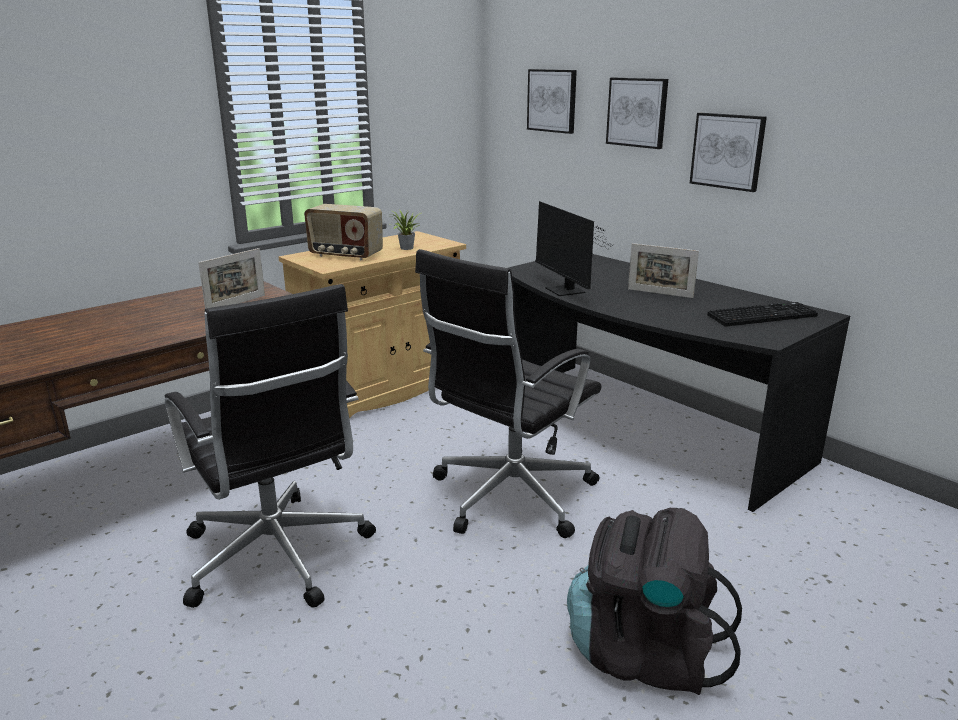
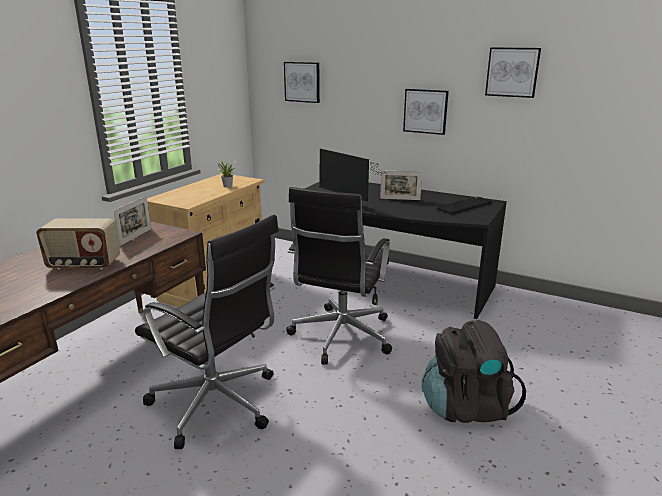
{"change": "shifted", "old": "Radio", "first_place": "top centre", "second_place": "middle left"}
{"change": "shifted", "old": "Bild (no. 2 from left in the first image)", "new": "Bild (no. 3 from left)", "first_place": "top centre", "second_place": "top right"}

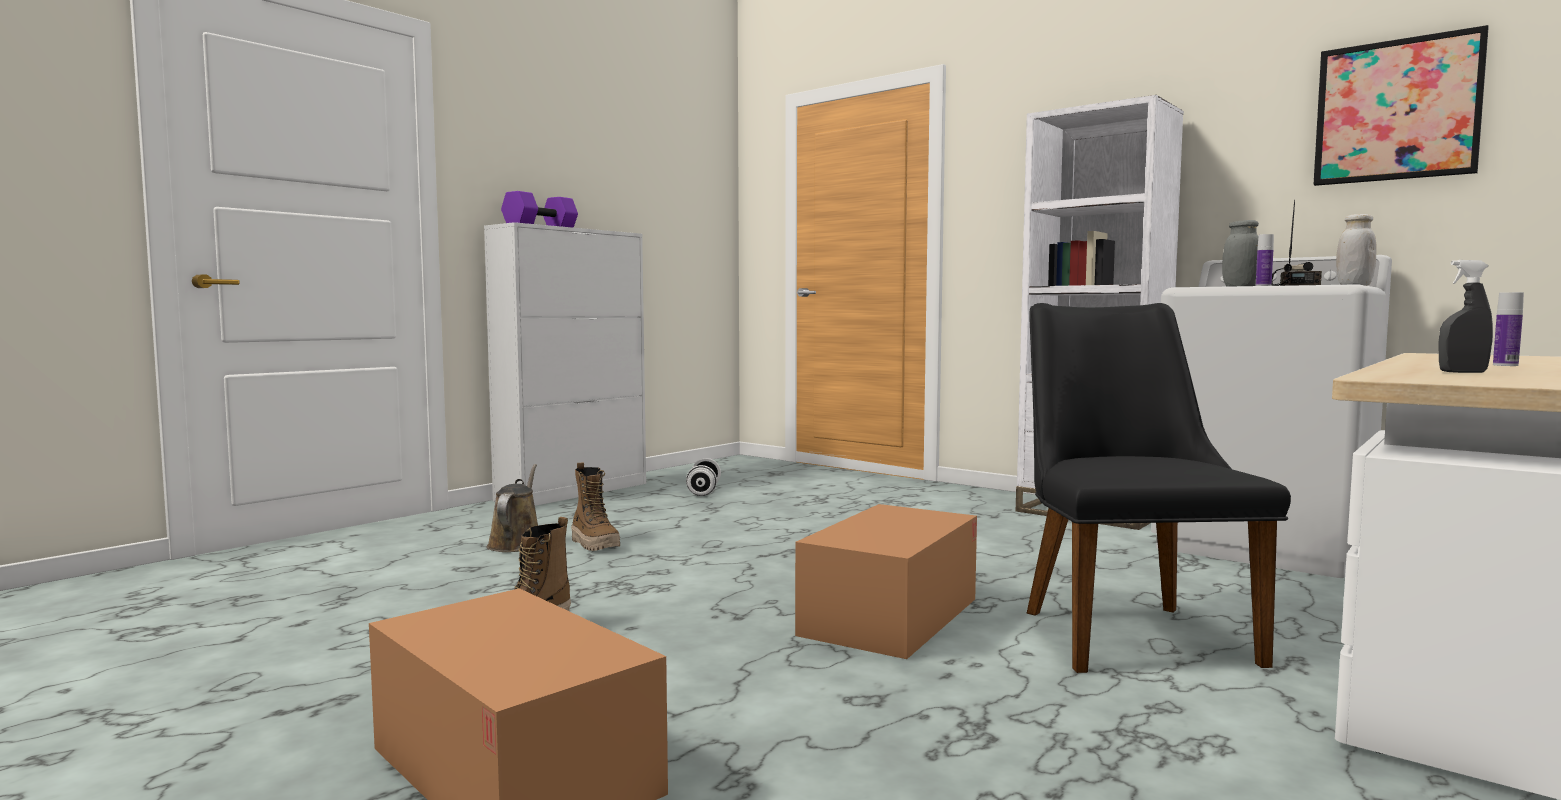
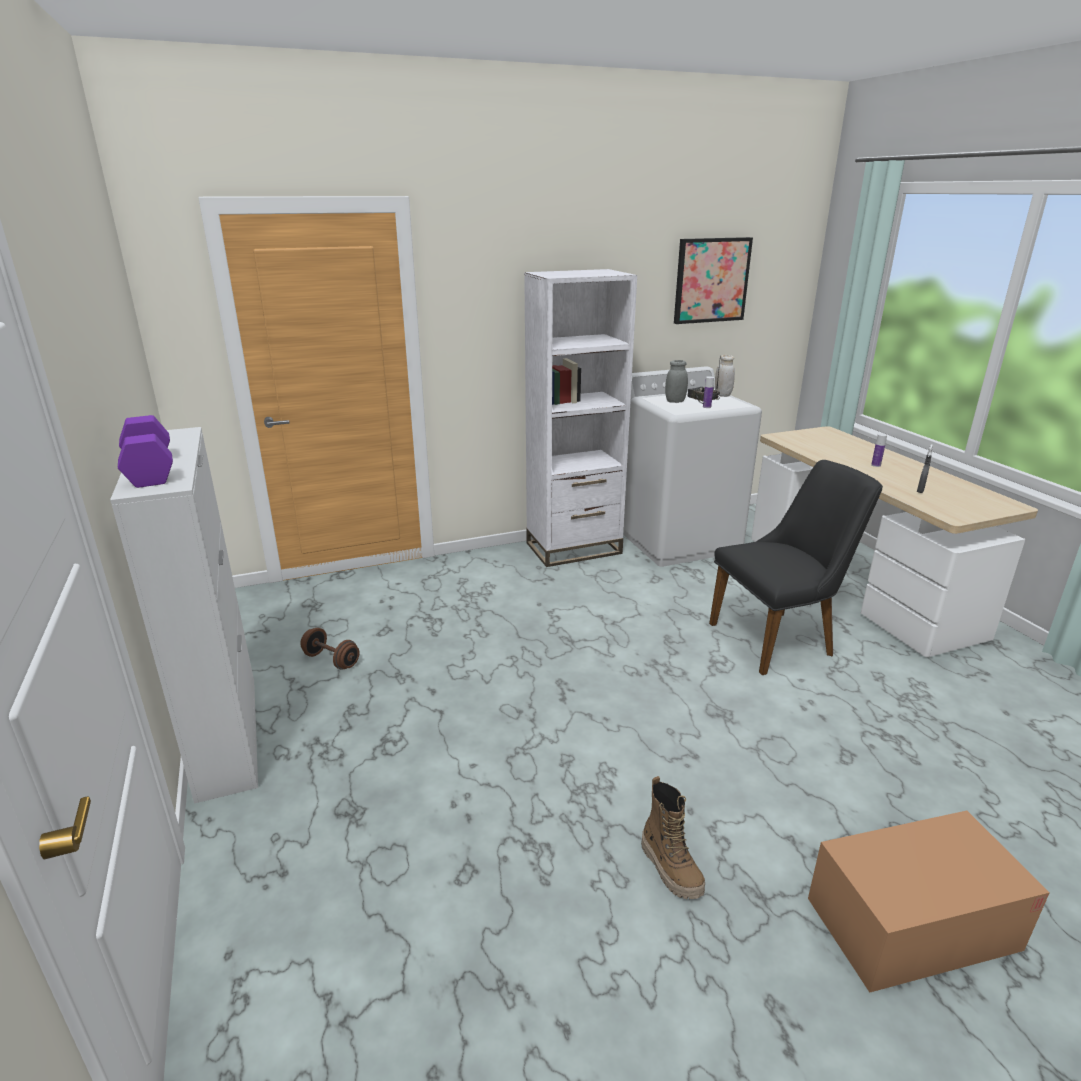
{"change": "repainted", "old": "Hantel/weiß", "new": "Hantel/braun", "first_place": "centre", "second_place": "middle left"}
{"change": "rotated", "old": "Stuhl/schwarz", "first_place": "middle right", "second_place": "middle right", "degrees": 135}
{"change": "gone", "old": "Gießkanne/braun", "first_place": "middle left"}
{"change": "gone", "old": "Stiefel (no. 2 from left)", "first_place": "centre"}
{"change": "gone", "old": "Karton (no. 2 from left)", "first_place": "bottom centre"}

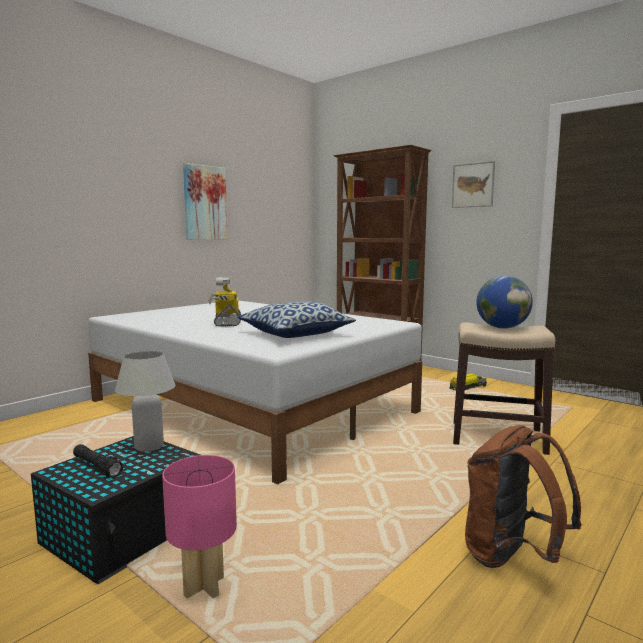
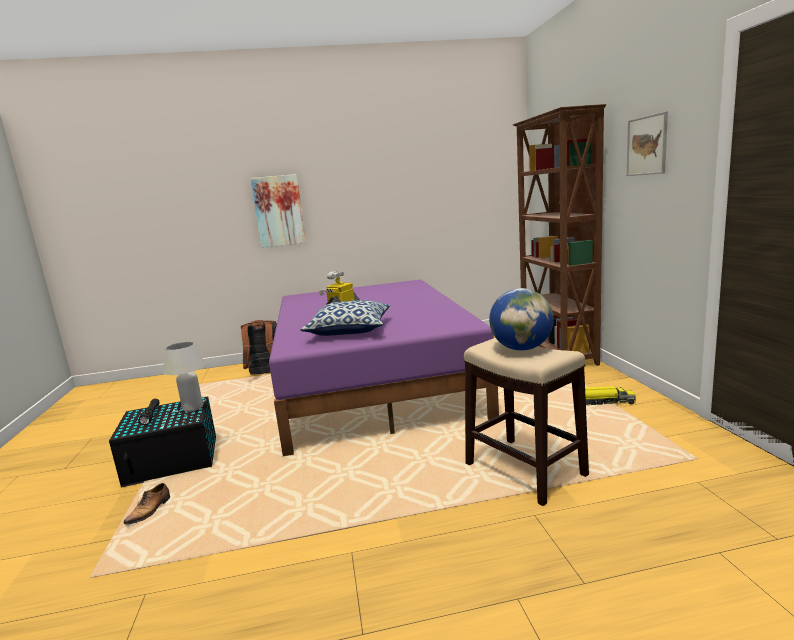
{"change": "swapped", "old": "Tischlampe/rosa", "new": "Schuh", "first_place": "bottom left", "second_place": "bottom left"}
{"change": "shifted", "old": "Rucksack/braun", "first_place": "bottom right", "second_place": "middle left"}
{"change": "shifted", "old": "Bild (no. 1 from left)", "first_place": "top left", "second_place": "top centre"}
{"change": "repainted", "old": "Bett/weiß", "new": "Bett/lila", "first_place": "centre", "second_place": "centre"}

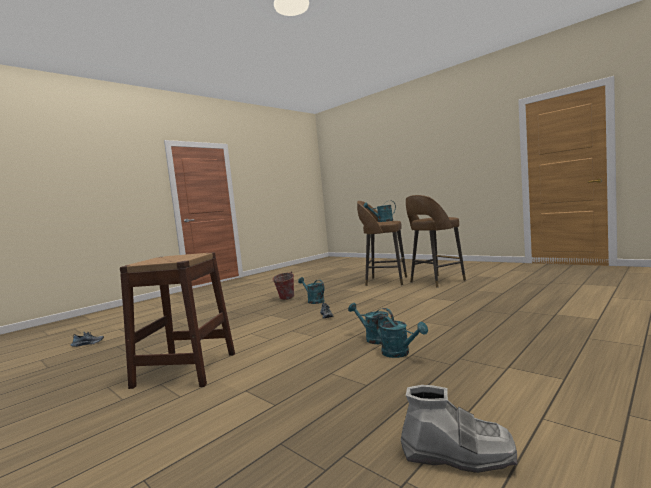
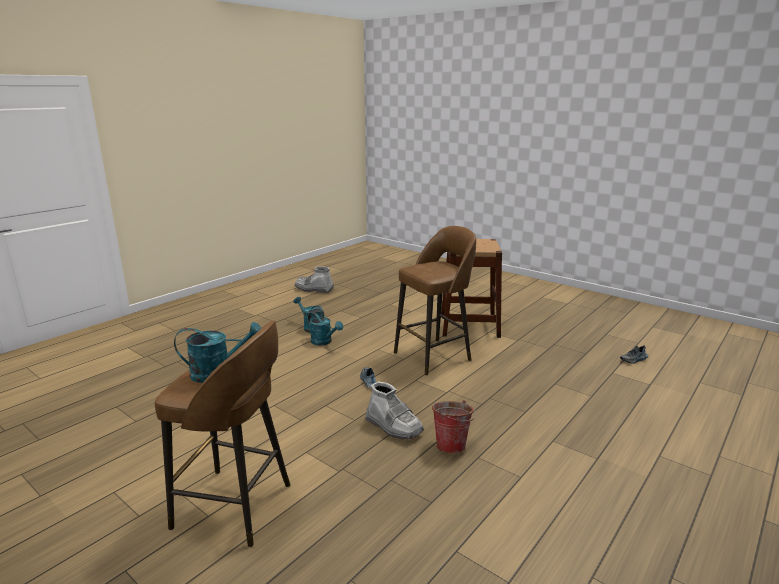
{"change": "swapped", "old": "Gießkanne/türkis (no. 1 from left)", "new": "Stiefel/grau (no. 2 from left)", "first_place": "centre", "second_place": "bottom centre"}
{"change": "shifted", "old": "Hocker/braun (no. 3 from left in the first image)", "new": "Hocker/braun (no. 2 from left)", "first_place": "middle right", "second_place": "centre"}

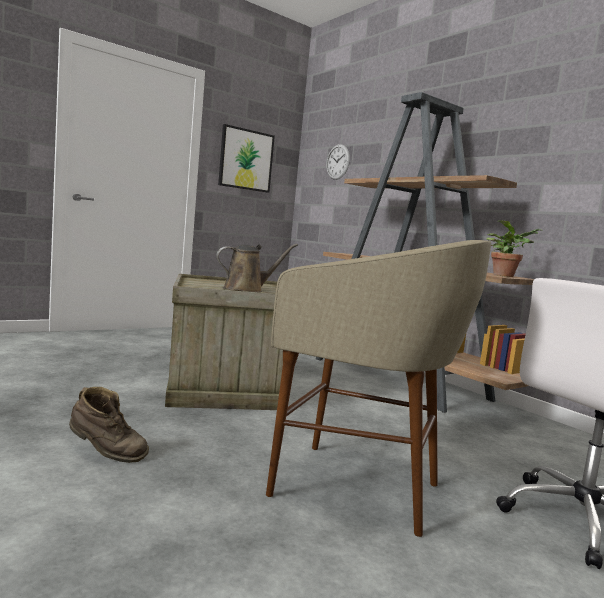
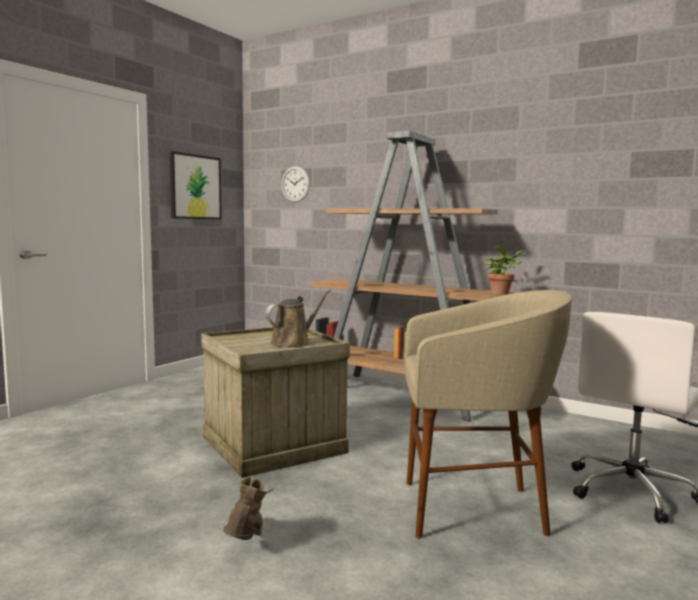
{"change": "rotated", "old": "Stiefel/braun", "first_place": "bottom left", "second_place": "bottom centre", "degrees": -75}

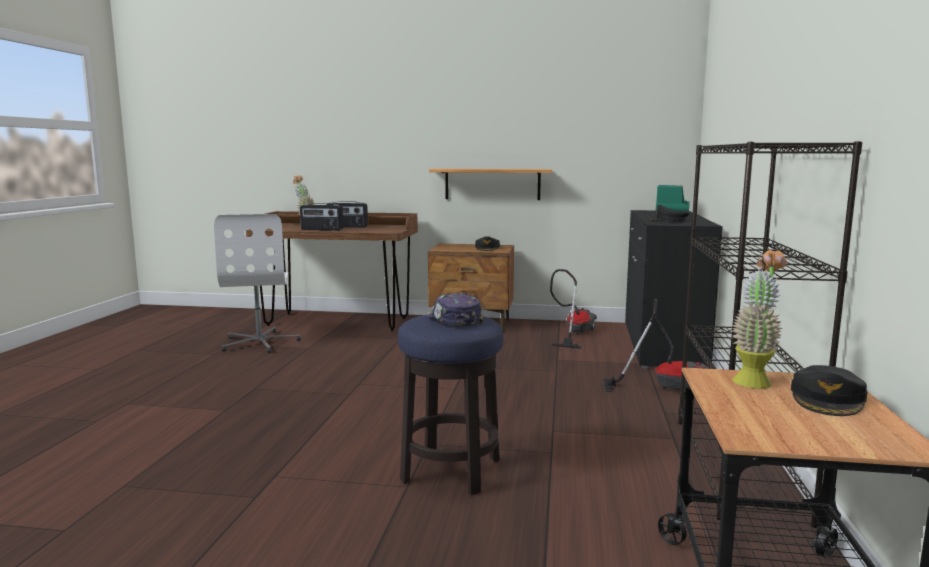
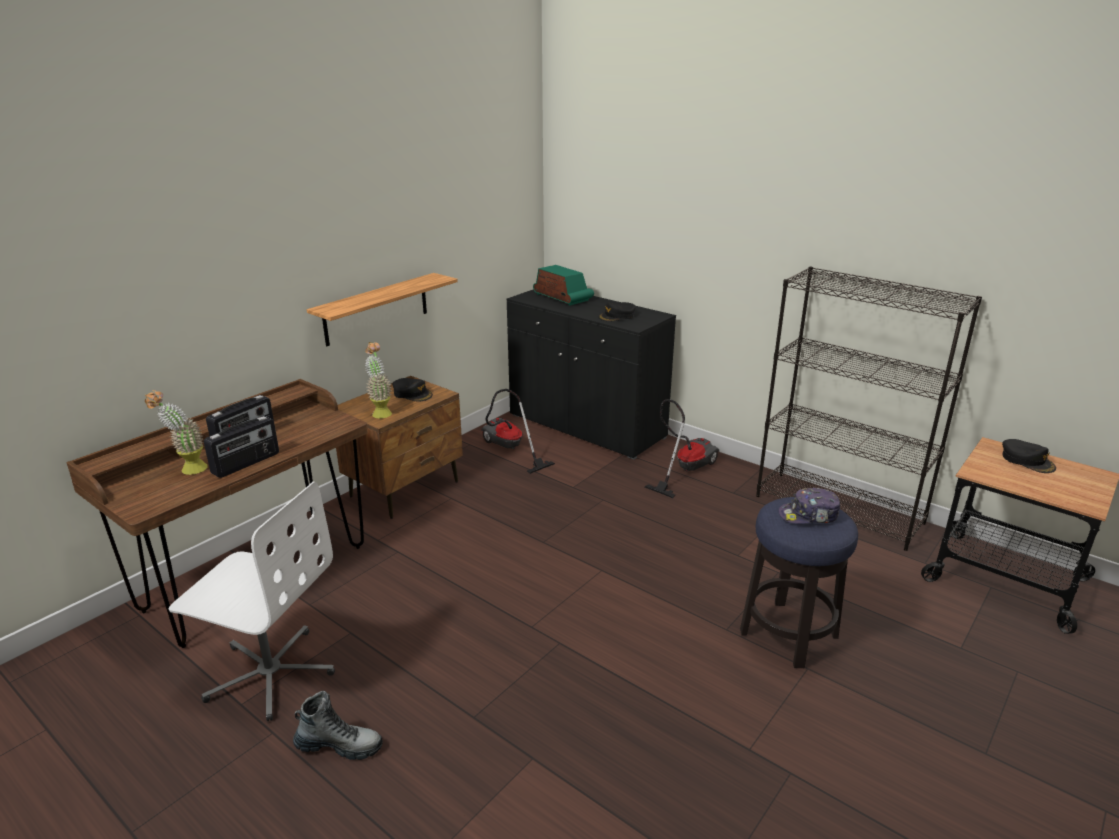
{"change": "new", "new": "Stiefel", "second_place": "bottom left"}
{"change": "shifted", "old": "Topfpflanze (no. 2 from left)", "first_place": "middle right", "second_place": "centre"}

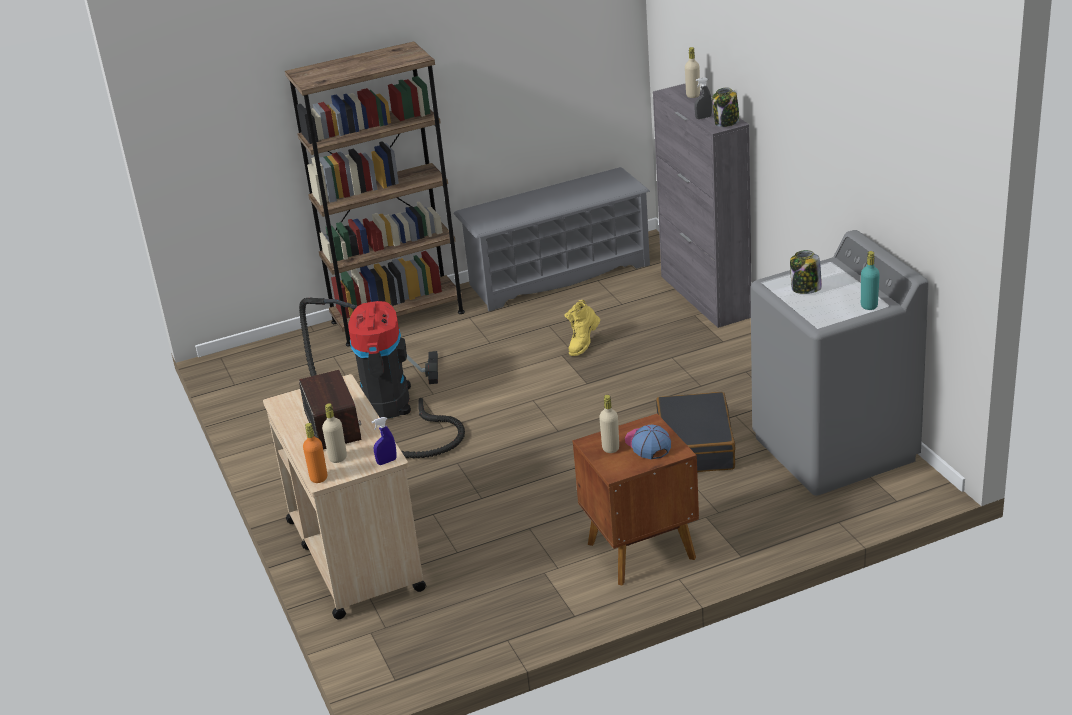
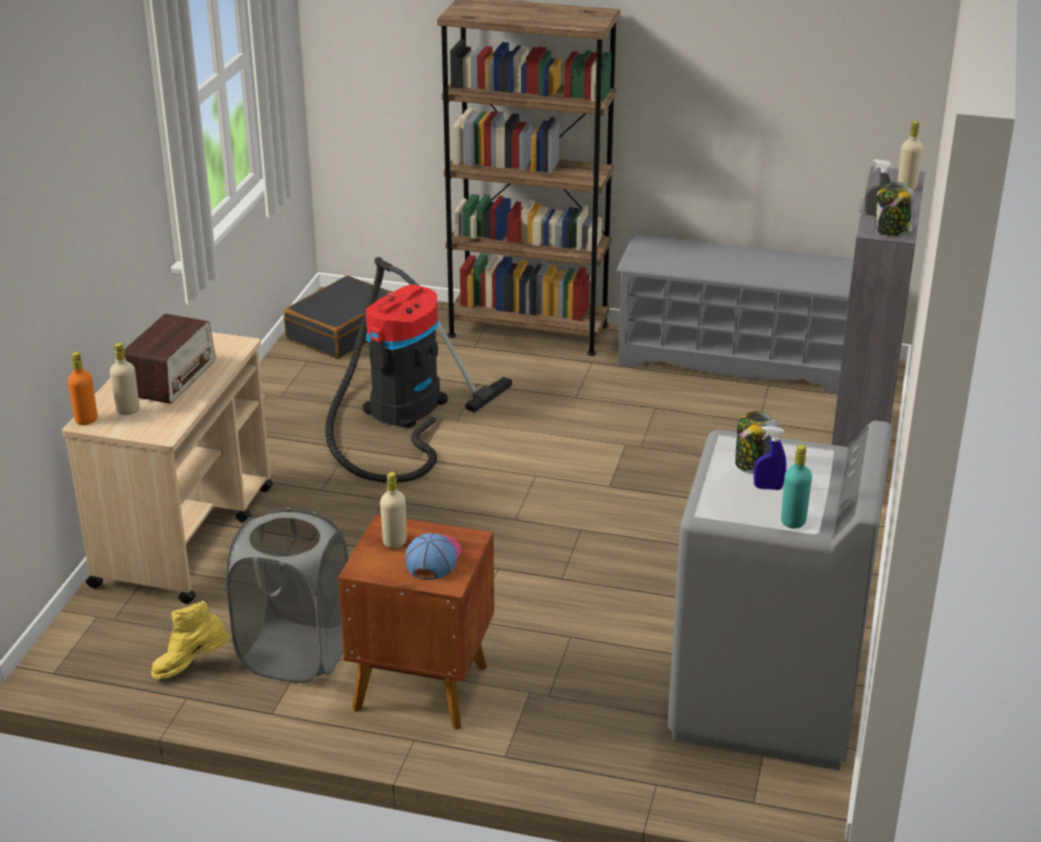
{"change": "shifted", "old": "Stiefel/gelb", "first_place": "centre", "second_place": "bottom left"}
{"change": "new", "new": "Wäschekorb/grau", "second_place": "bottom left"}
{"change": "shifted", "old": "Koffer/schwarz", "first_place": "centre", "second_place": "middle left"}
{"change": "shifted", "old": "Sprühflasche/blau", "first_place": "centre", "second_place": "middle right"}

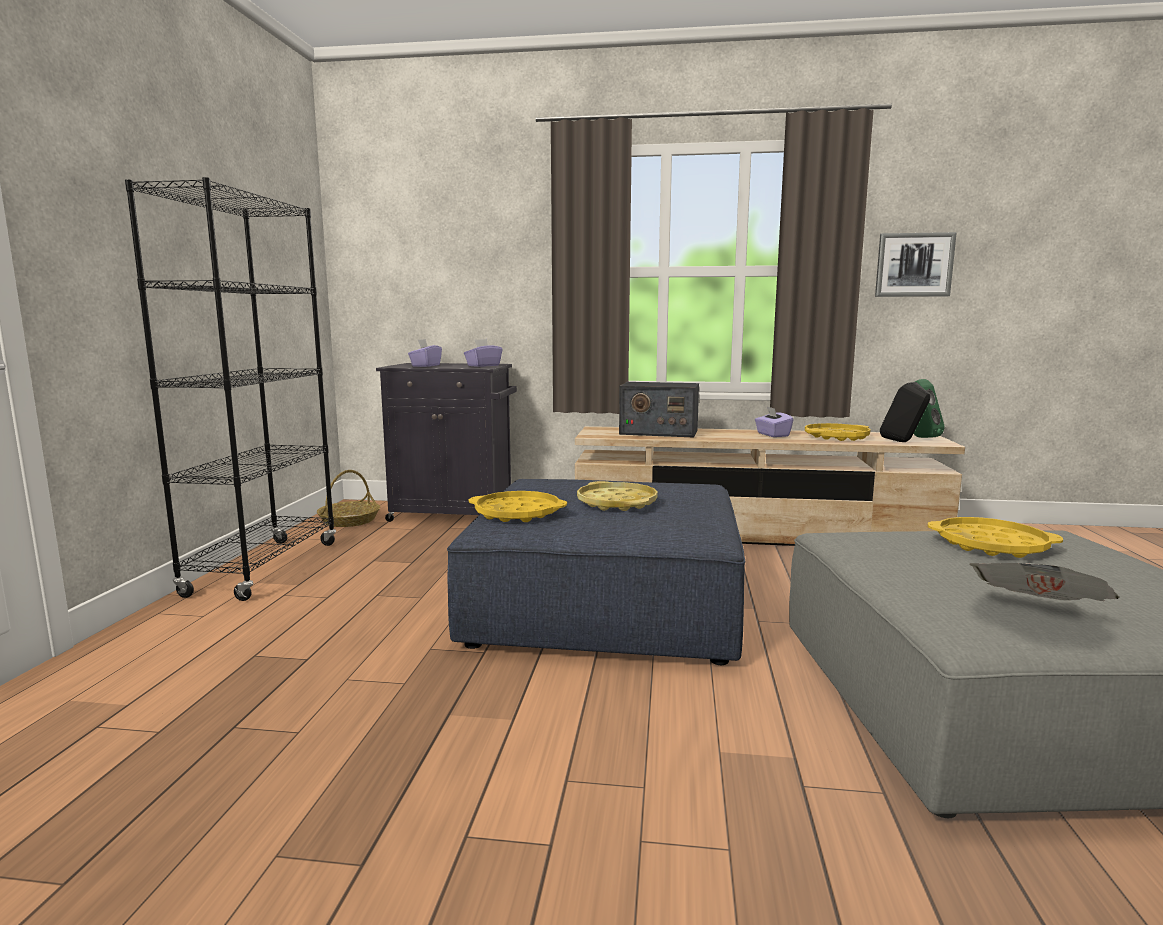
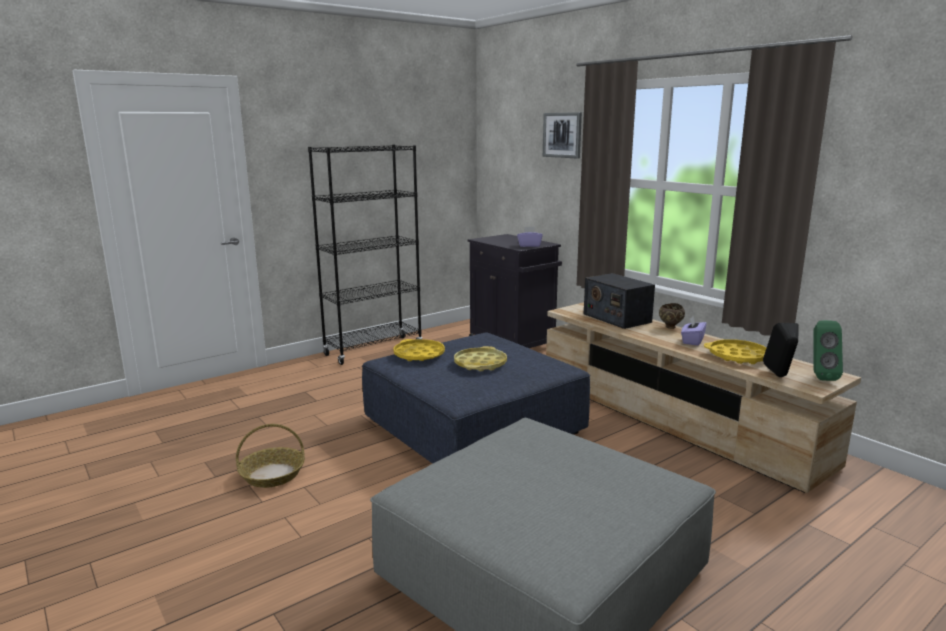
{"change": "shifted", "old": "Korb", "first_place": "middle left", "second_place": "bottom left"}
{"change": "shifted", "old": "Bild", "first_place": "top right", "second_place": "top centre"}
{"change": "new", "new": "Schüssel/braun", "second_place": "middle right"}
{"change": "gone", "old": "Taschentuchbox/lila (no. 1 from left)", "first_place": "centre"}
{"change": "gone", "old": "Tablett/gelb (no. 4 from left)", "first_place": "middle right"}
{"change": "gone", "old": "Zeitung", "first_place": "middle right"}

